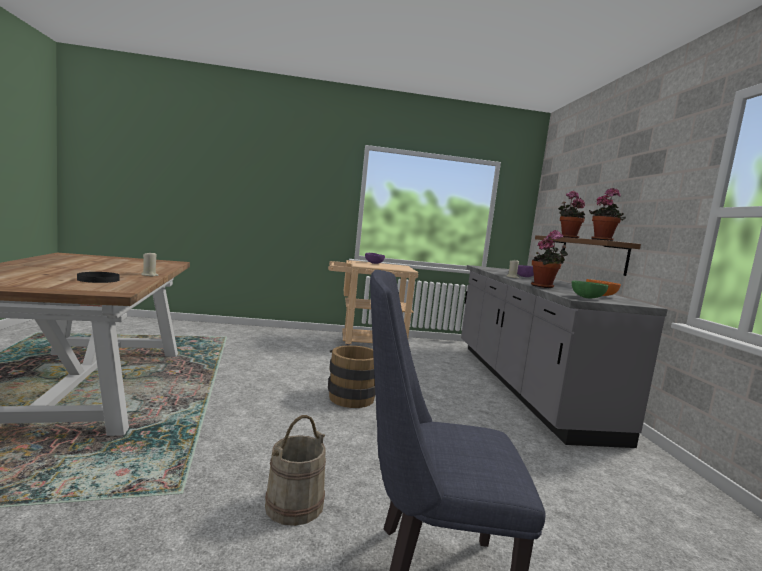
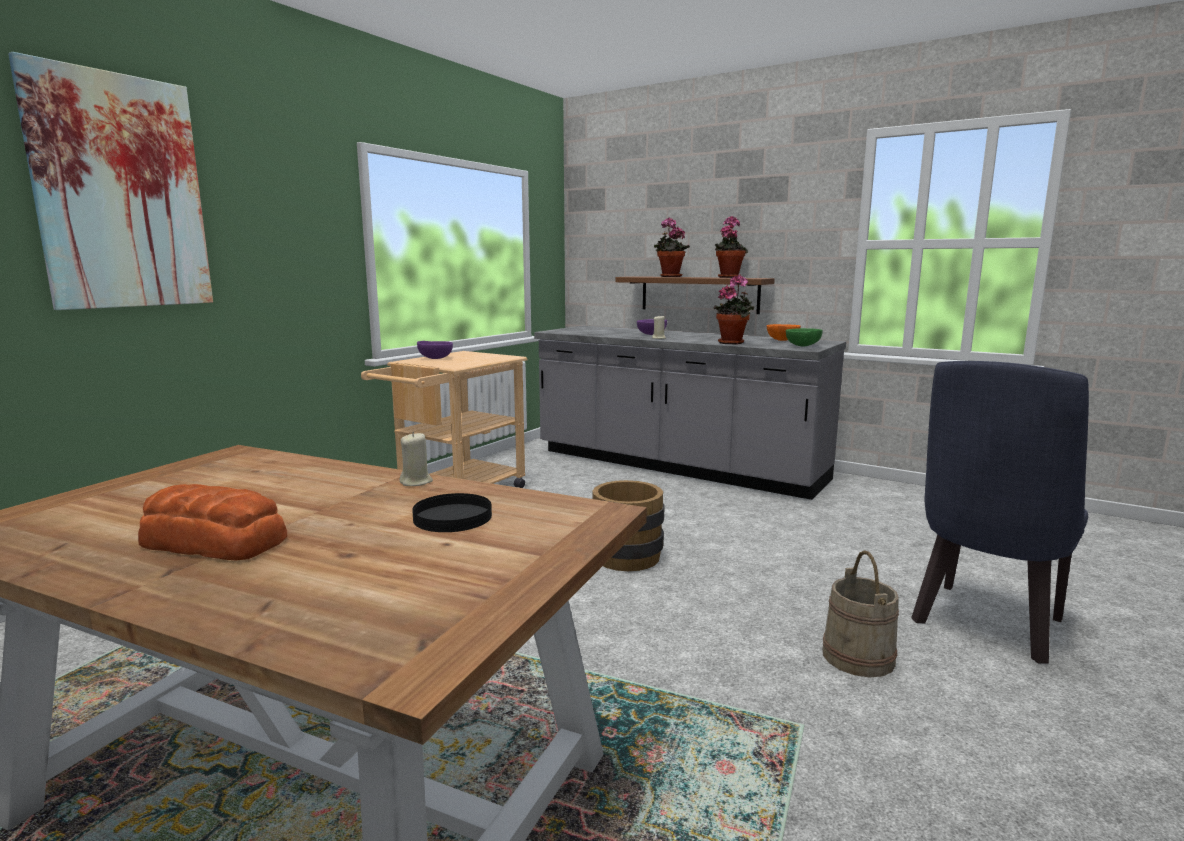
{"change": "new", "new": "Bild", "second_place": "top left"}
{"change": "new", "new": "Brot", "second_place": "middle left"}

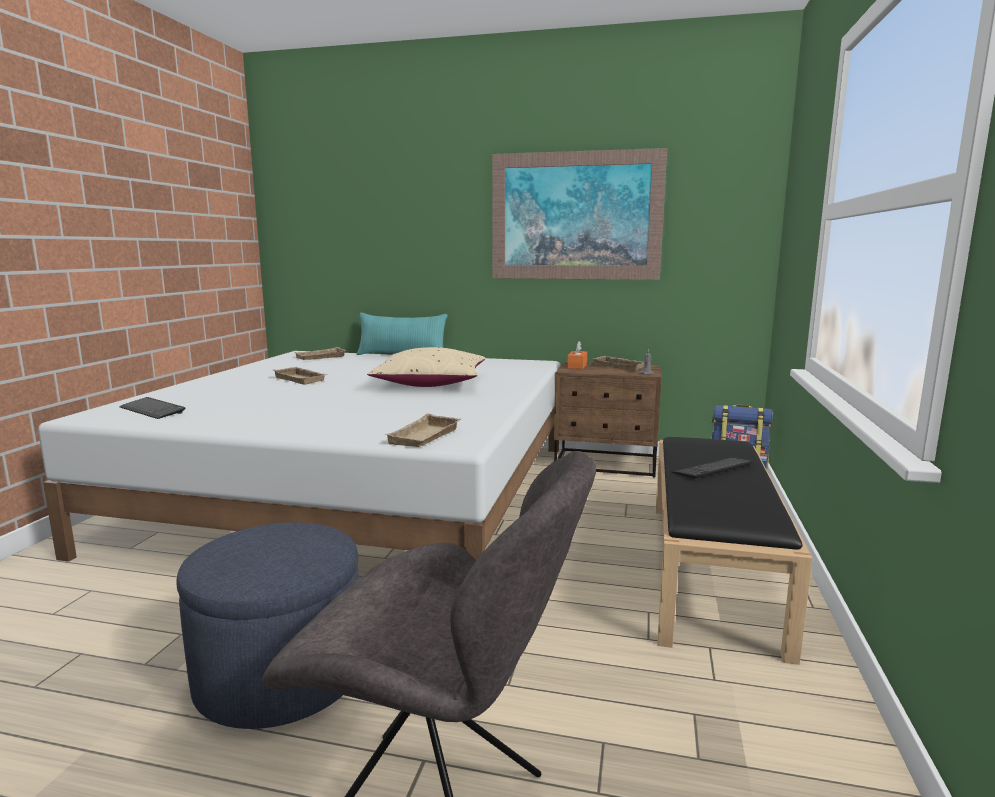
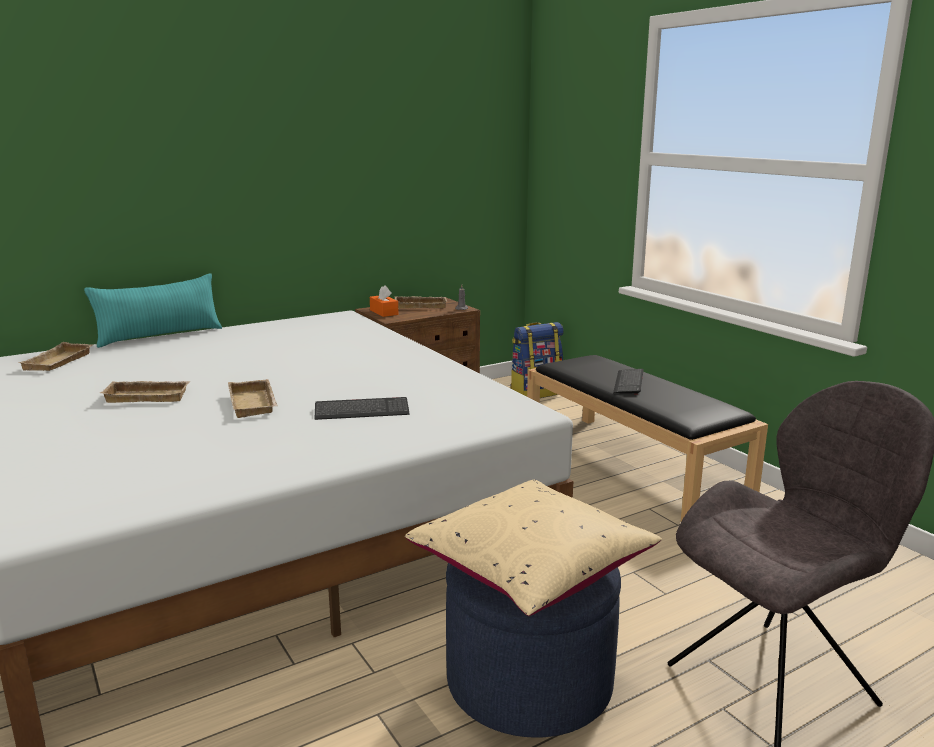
{"change": "shifted", "old": "Tablett/beige (no. 3 from left)", "first_place": "centre", "second_place": "middle left"}
{"change": "shifted", "old": "Tastatur (no. 1 from left)", "first_place": "middle left", "second_place": "centre"}
{"change": "shifted", "old": "Kissen/beige", "first_place": "centre", "second_place": "bottom centre"}
{"change": "gone", "old": "Bild", "first_place": "top centre"}

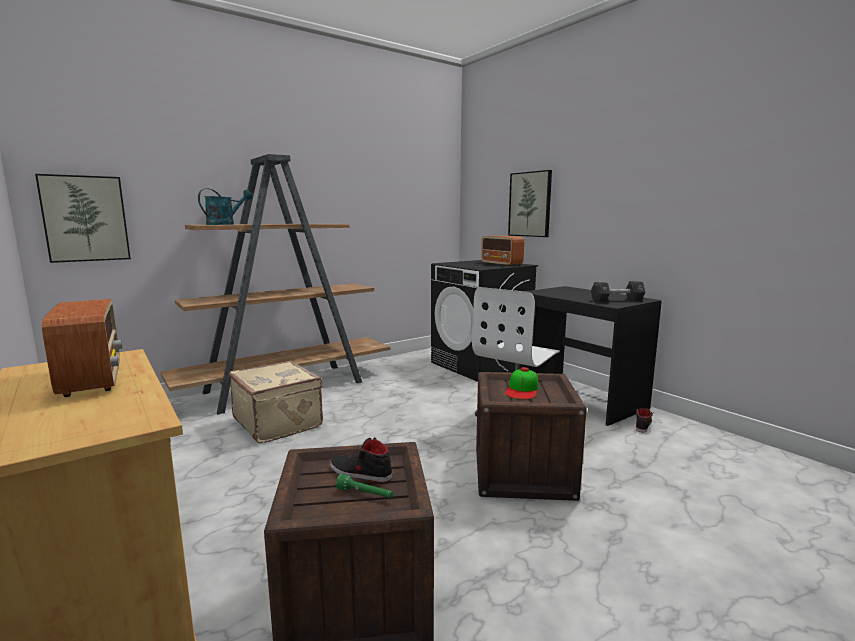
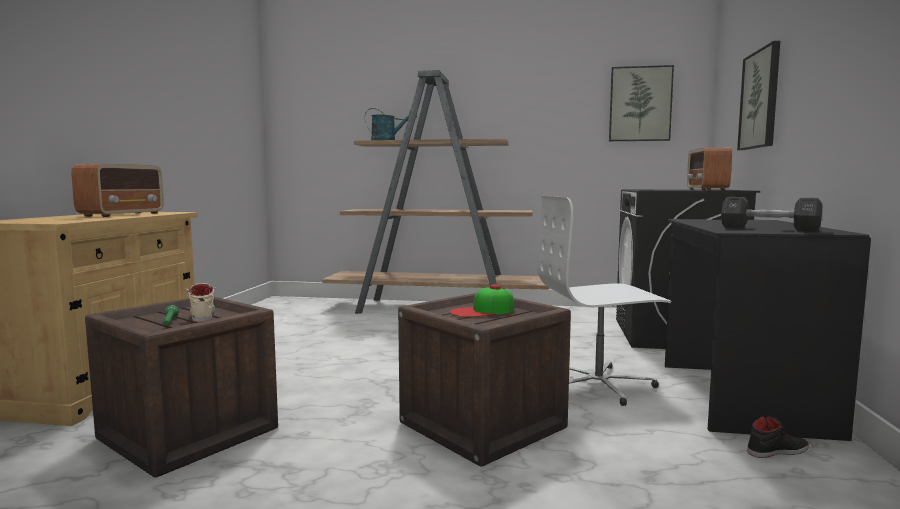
{"change": "repainted", "old": "Schuh/schwarz (no. 1 from left)", "new": "Schuh/beige", "first_place": "bottom centre", "second_place": "middle left"}
{"change": "shifted", "old": "Bild (no. 1 from left)", "first_place": "middle left", "second_place": "top right"}
{"change": "gone", "old": "Koffer/beige", "first_place": "middle left"}

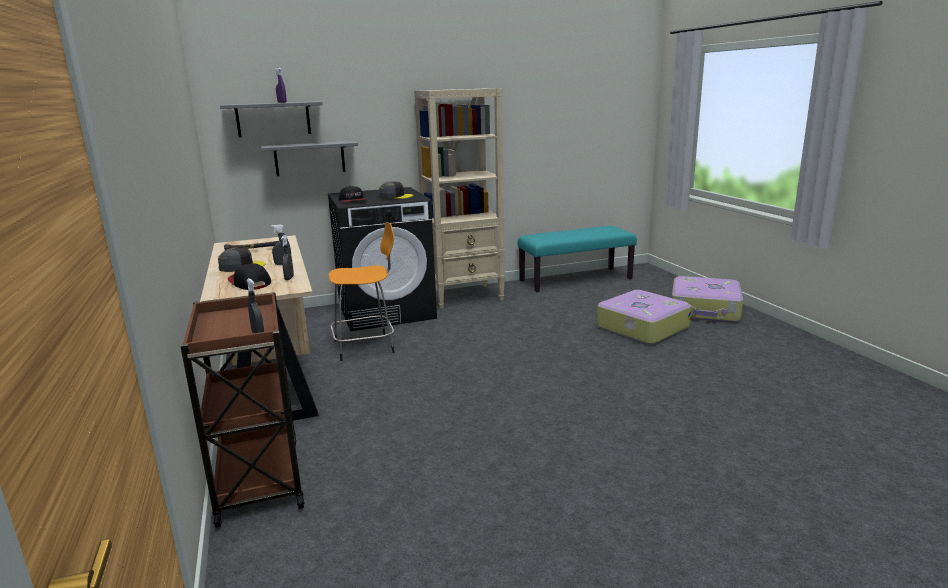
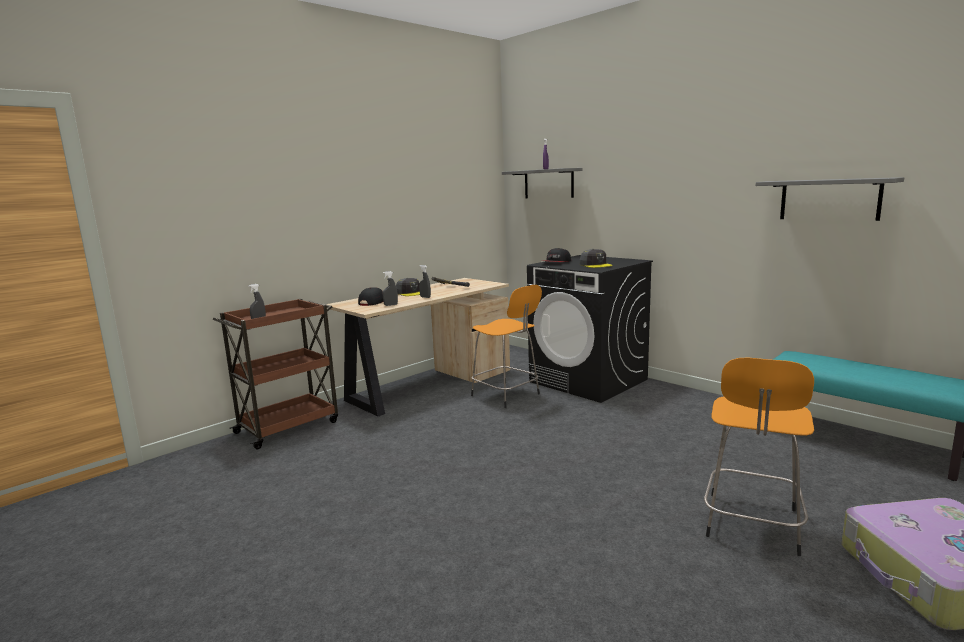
{"change": "swapped", "old": "Koffer (no. 1 from left)", "new": "Hocker/orange (no. 2 from left)", "first_place": "middle right", "second_place": "bottom right"}
{"change": "shifted", "old": "Wandregal/grau (no. 2 from left)", "first_place": "top left", "second_place": "top right"}
{"change": "gone", "old": "Bücherregal/beige", "first_place": "centre"}

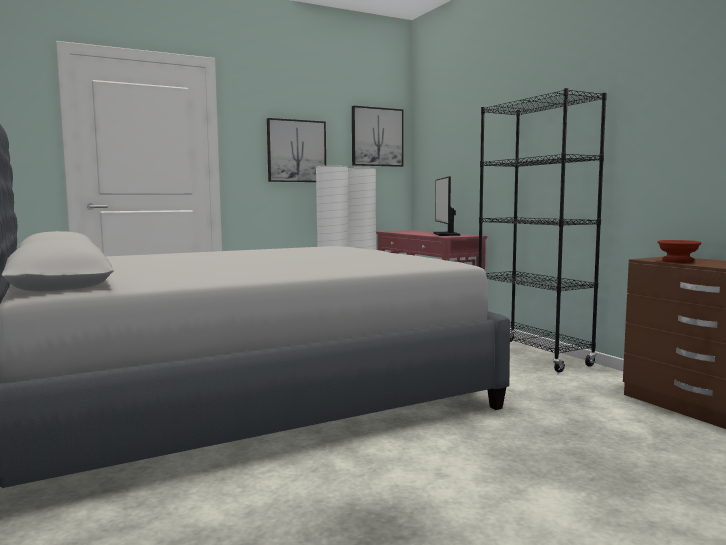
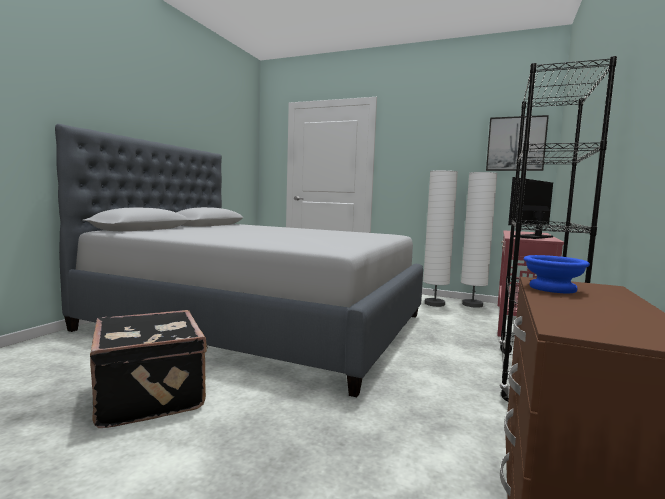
{"change": "new", "new": "Koffer/schwarz", "second_place": "bottom left"}
{"change": "repainted", "old": "Schüssel/braun", "new": "Schüssel/blau", "first_place": "middle right", "second_place": "middle right"}
{"change": "gone", "old": "Bild (no. 1 from left)", "first_place": "top centre"}

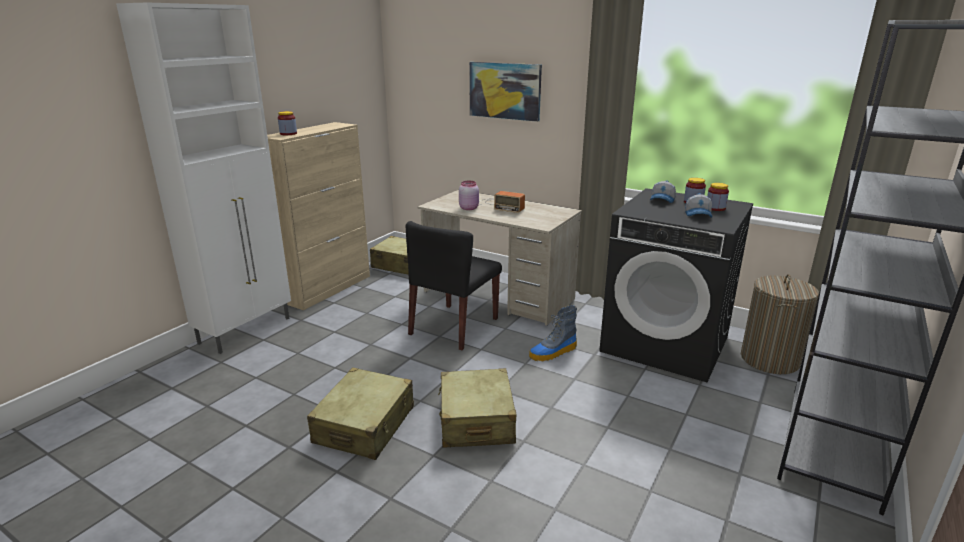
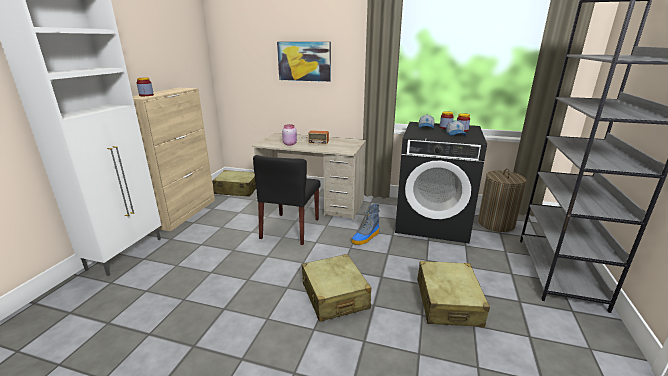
{"change": "shifted", "old": "Koffer/beige (no. 1 from left in the first image)", "new": "Koffer/beige (no. 3 from left)", "first_place": "bottom centre", "second_place": "bottom right"}

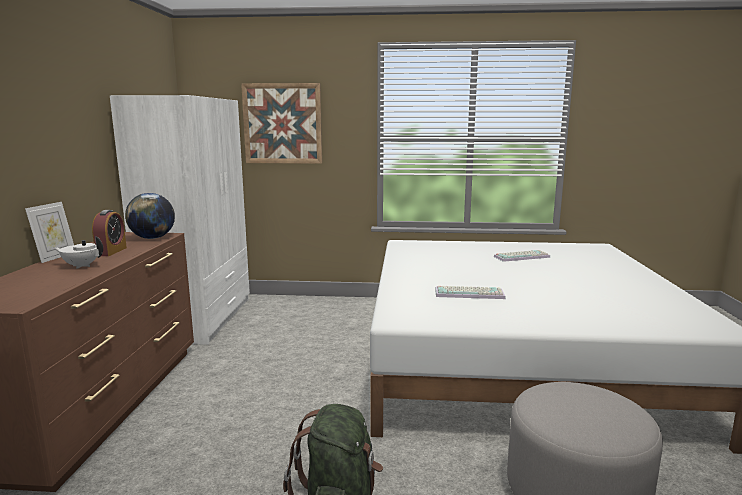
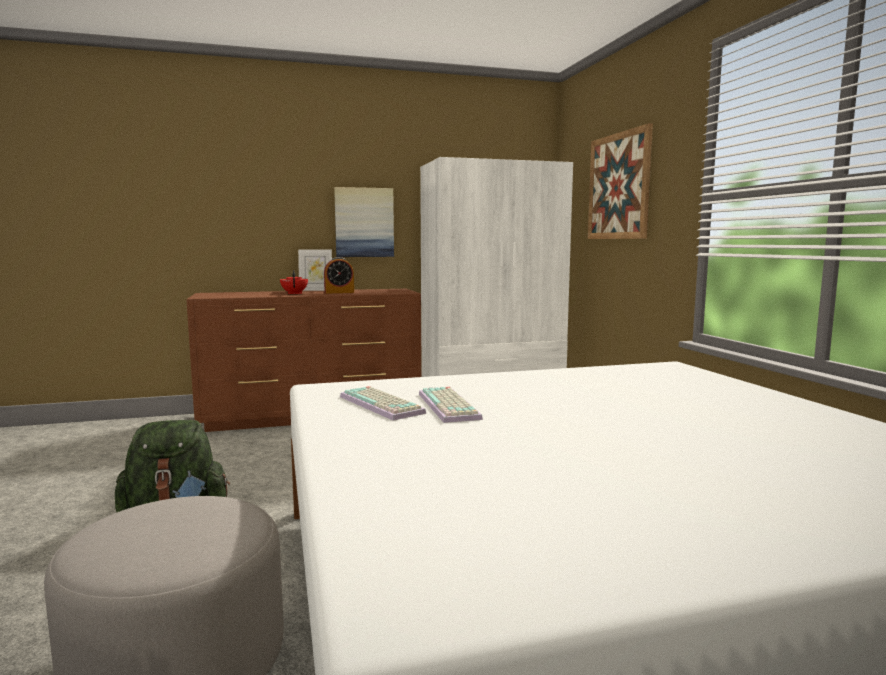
{"change": "repainted", "old": "Teekanne/weiß", "new": "Teekanne/rot", "first_place": "middle left", "second_place": "middle left"}
{"change": "new", "new": "Bild (no. 1 from left)", "second_place": "top centre"}
{"change": "shifted", "old": "Tastatur (no. 2 from left in the first image)", "new": "Tastatur (no. 1 from left)", "first_place": "middle right", "second_place": "centre"}
{"change": "gone", "old": "Globus", "first_place": "middle left"}

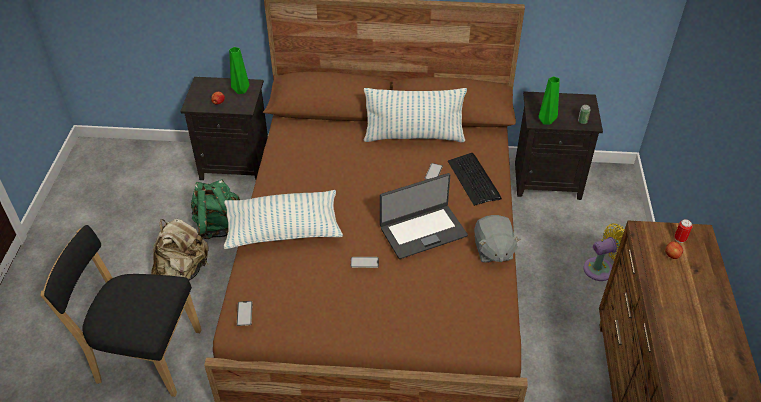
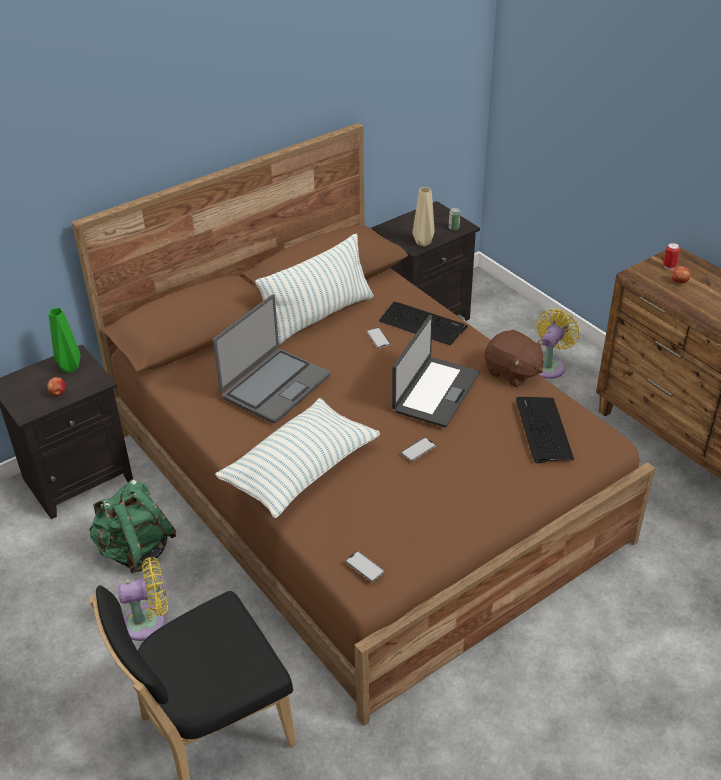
{"change": "swapped", "old": "Rucksack/beige", "new": "Ventilator/gelb (no. 1 from left)", "first_place": "middle left", "second_place": "bottom left"}
{"change": "new", "new": "Laptop (no. 1 from left)", "second_place": "centre"}
{"change": "repainted", "old": "Vase/grün (no. 2 from left)", "new": "Vase/beige", "first_place": "top right", "second_place": "top centre"}
{"change": "repainted", "old": "Plüschtier/grau", "new": "Plüschtier/braun", "first_place": "centre", "second_place": "middle right"}
{"change": "new", "new": "Tastatur (no. 2 from left)", "second_place": "middle right"}

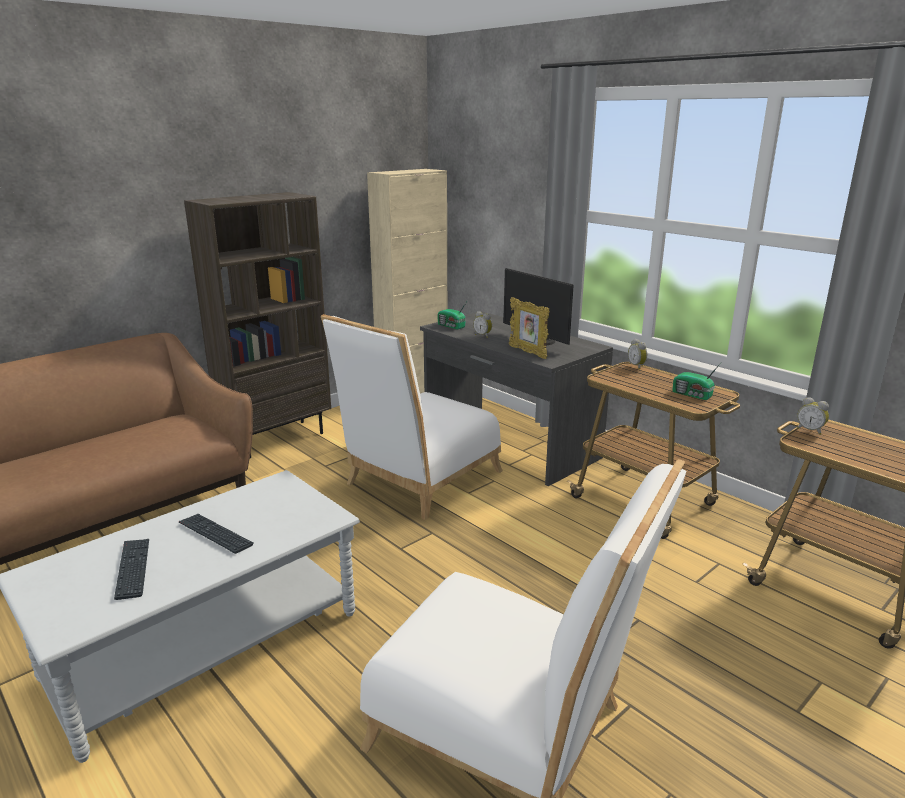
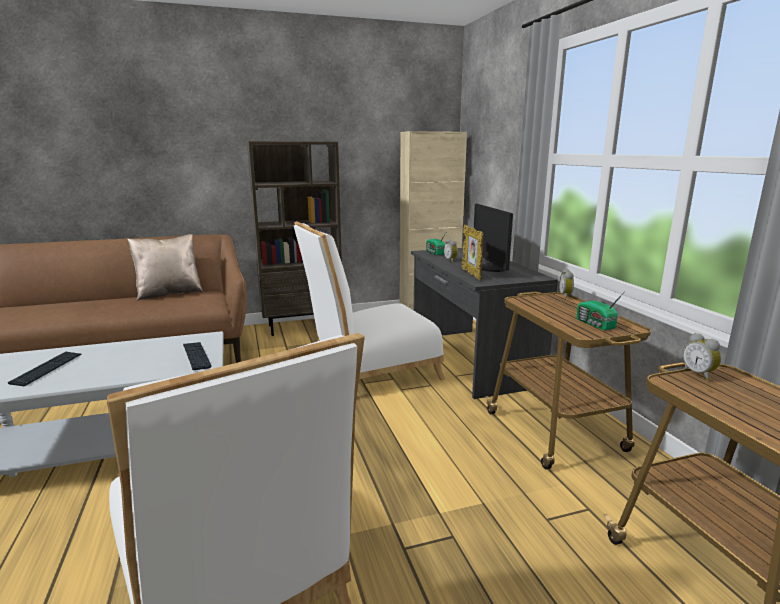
{"change": "new", "new": "Kissen/beige", "second_place": "middle left"}
{"change": "shifted", "old": "Tastatur (no. 2 from left)", "first_place": "bottom left", "second_place": "middle left"}

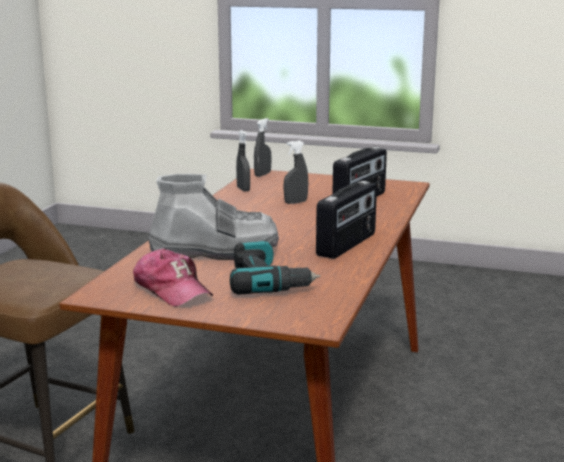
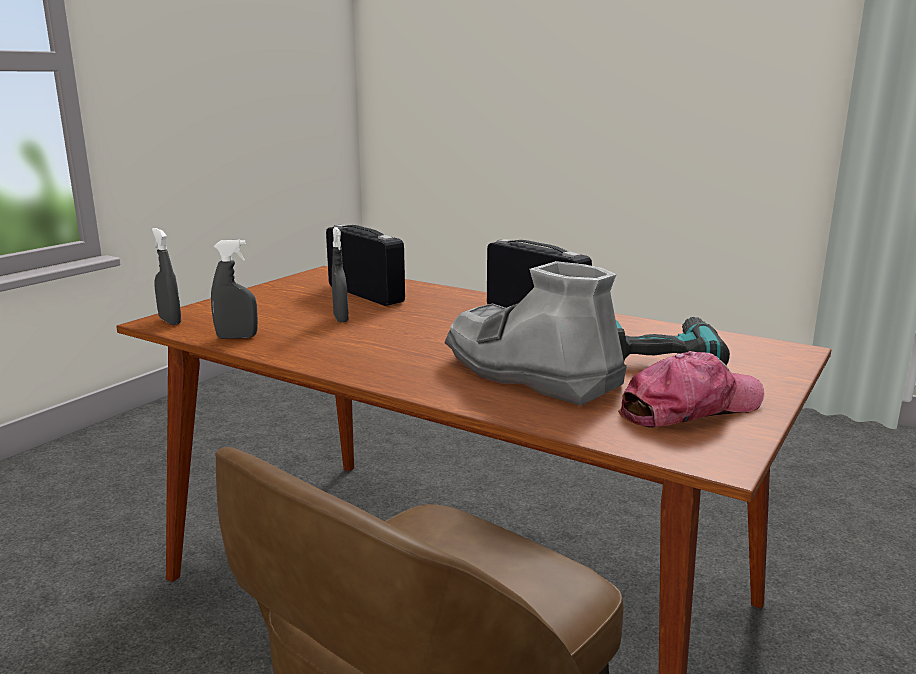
{"change": "rotated", "old": "Stiefel/grau", "first_place": "centre", "second_place": "centre", "degrees": -60}

